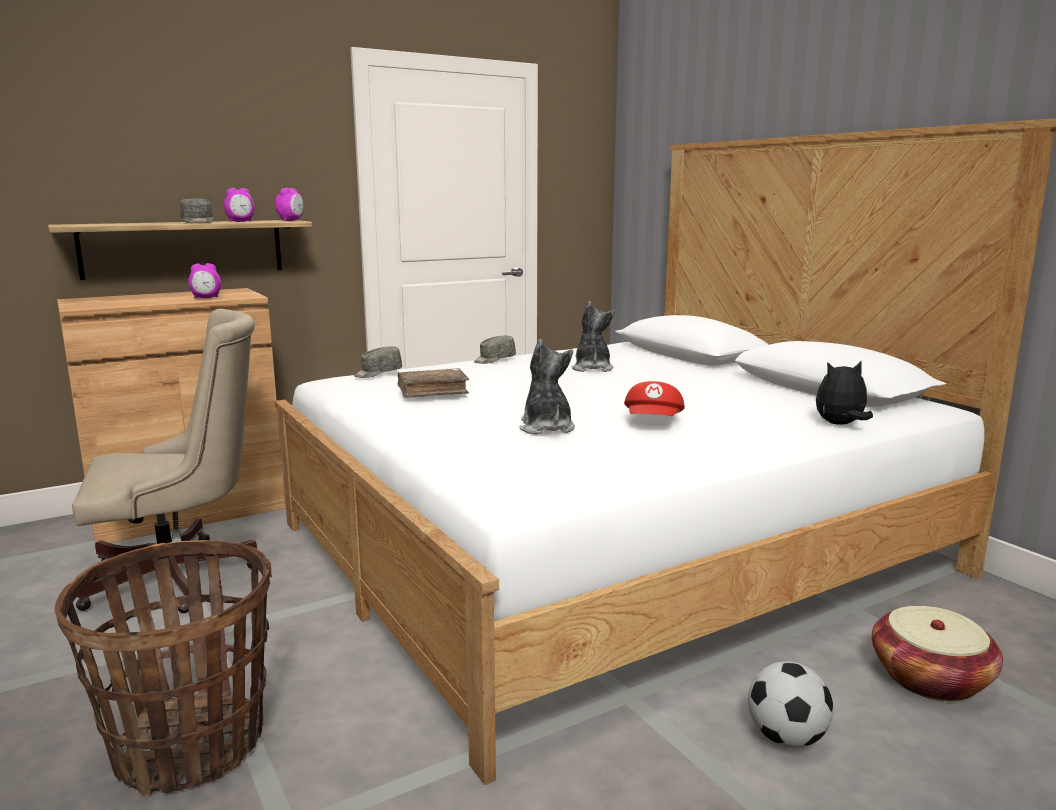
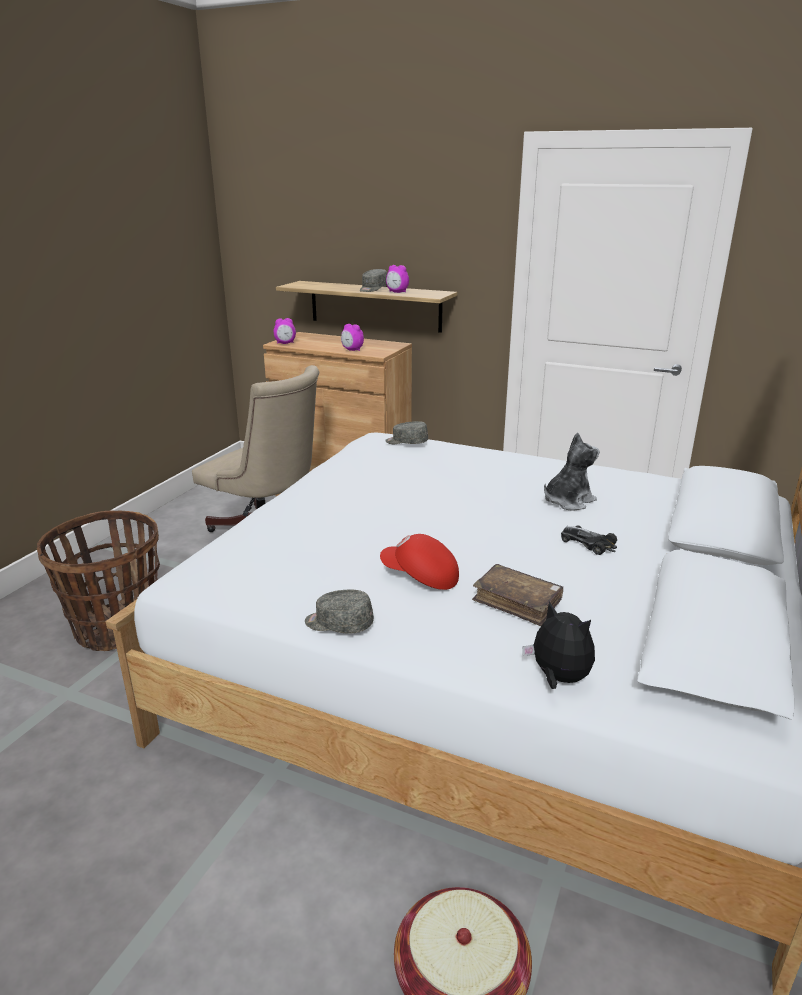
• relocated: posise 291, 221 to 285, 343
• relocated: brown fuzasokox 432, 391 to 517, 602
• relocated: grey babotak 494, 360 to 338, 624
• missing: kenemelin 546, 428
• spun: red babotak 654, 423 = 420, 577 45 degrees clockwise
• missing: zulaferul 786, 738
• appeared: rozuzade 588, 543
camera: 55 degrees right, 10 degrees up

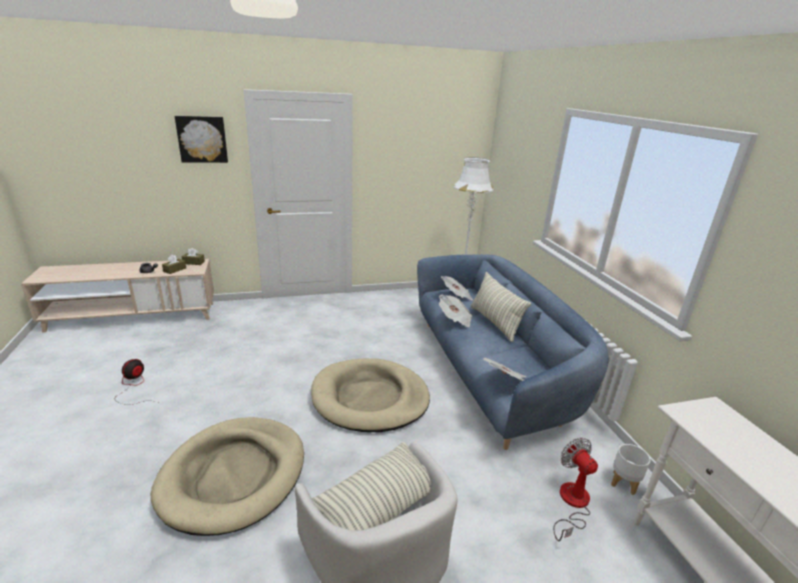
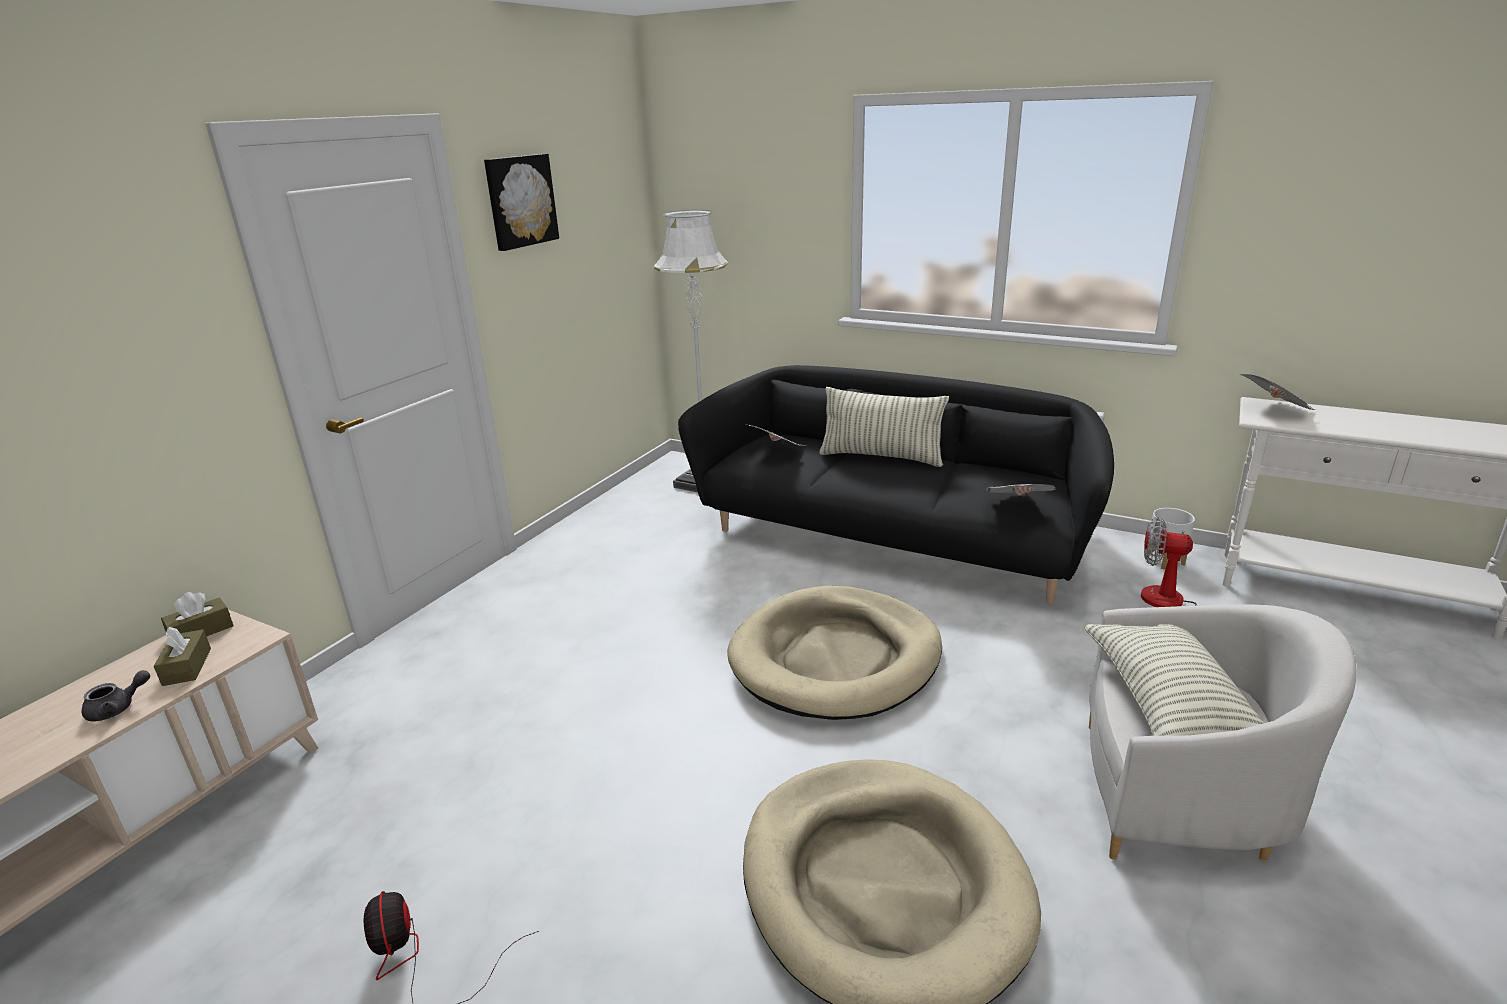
• relocated: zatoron 202, 139 to 520, 201
• colour: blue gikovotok 490, 372 to black gikovotok 892, 539
• relocated: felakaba 455, 319 to 1275, 410
camera: 45 degrees left, 0 degrees up

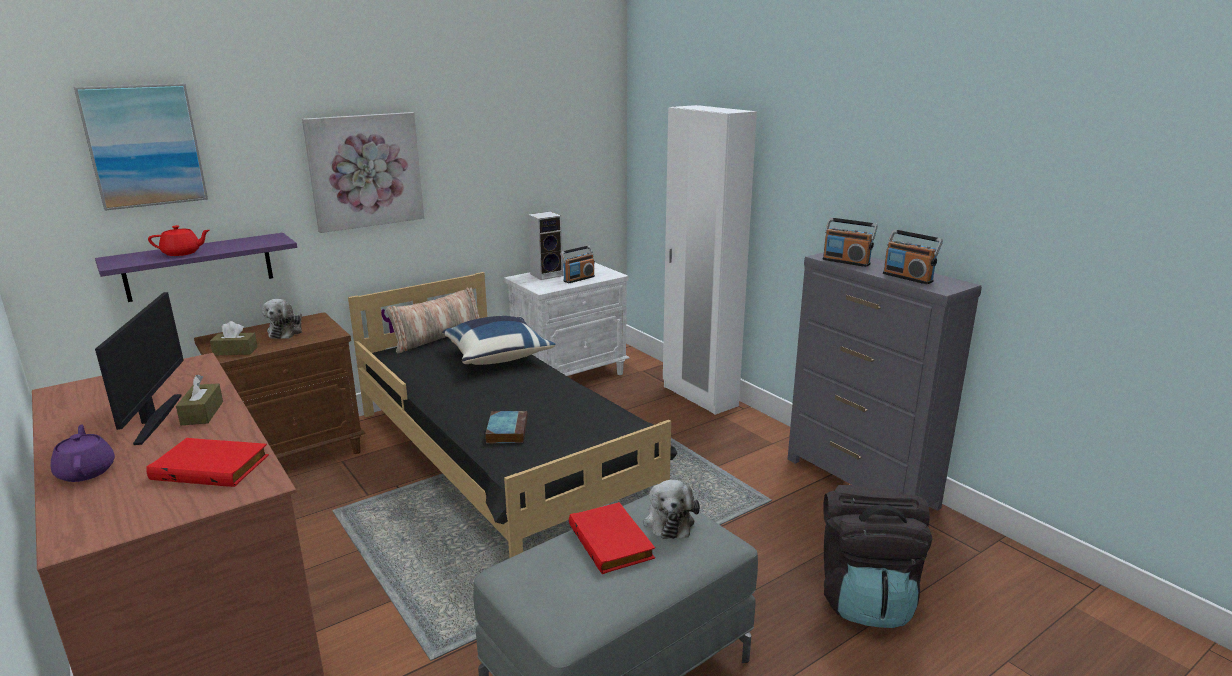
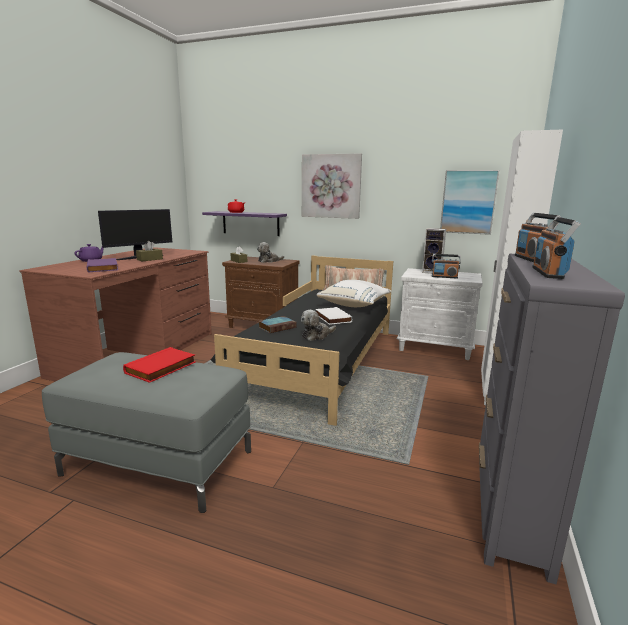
• relocated: zatoron 144, 145 to 468, 202
• colour: red fuzasokox 212, 466 to purple fuzasokox 104, 268
• colour: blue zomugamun 497, 356 to white zomugamun 355, 305
• relocated: kenemelin 669, 521 to 316, 335
• missing: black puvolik 865, 598
• appeared: white fuzasokox 332, 318
camera: 55 degrees right, 5 degrees down

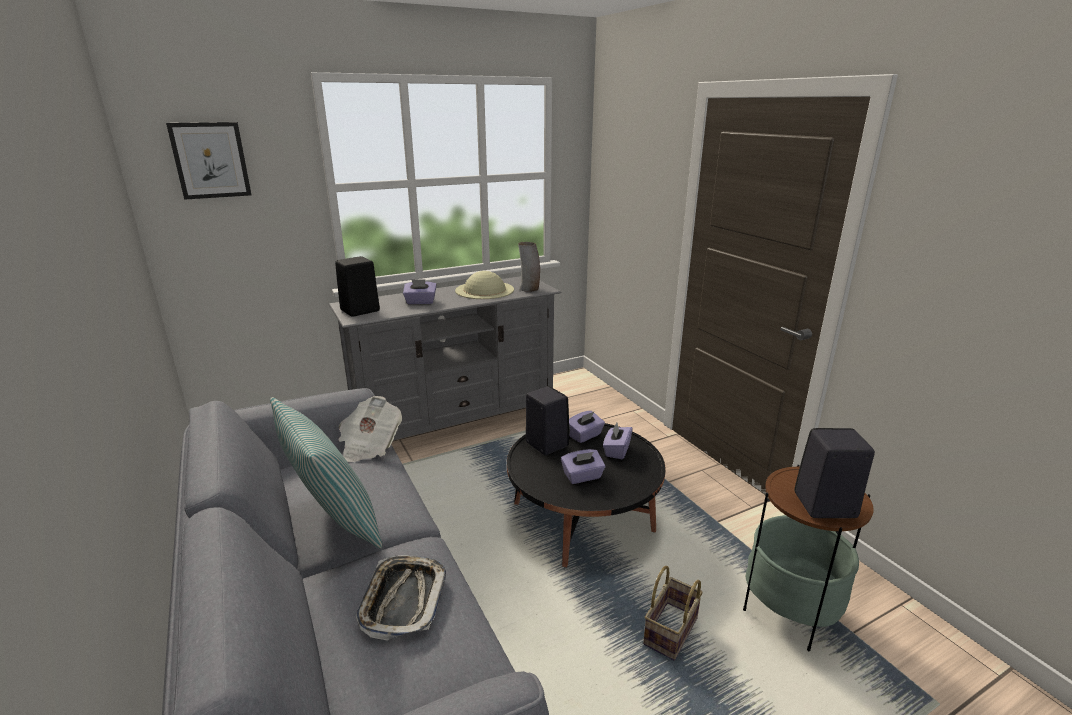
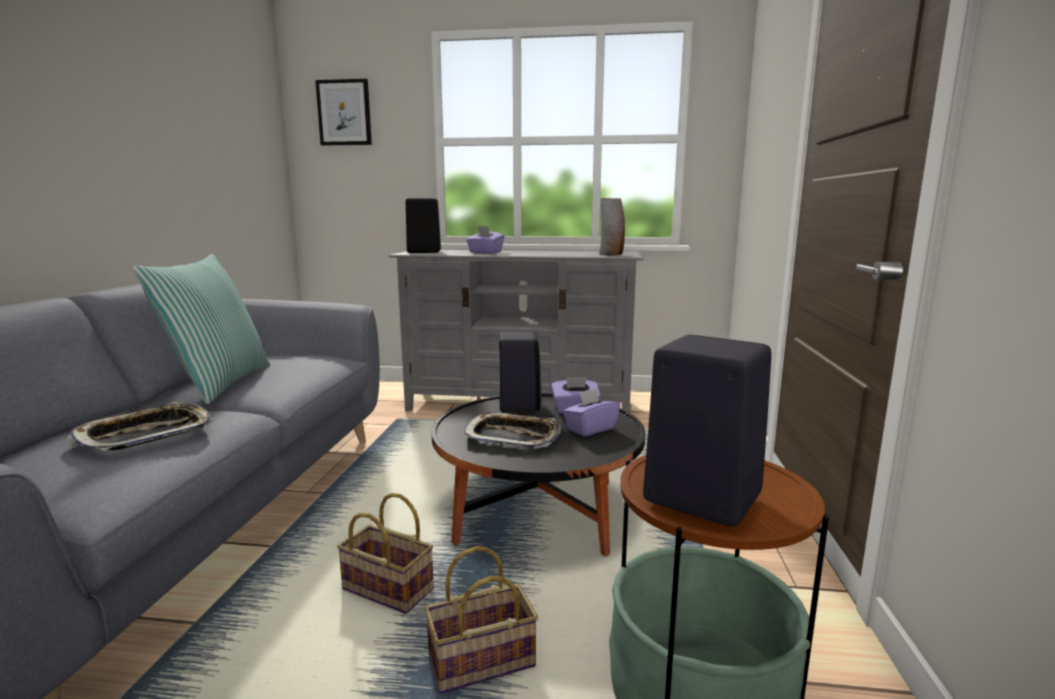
• missing: felakaba 369, 445
• missing: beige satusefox 484, 290
• exchanged: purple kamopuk 582, 476 to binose 512, 437
• appeared: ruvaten 385, 589
camera: 35 degrees right, 10 degrees down

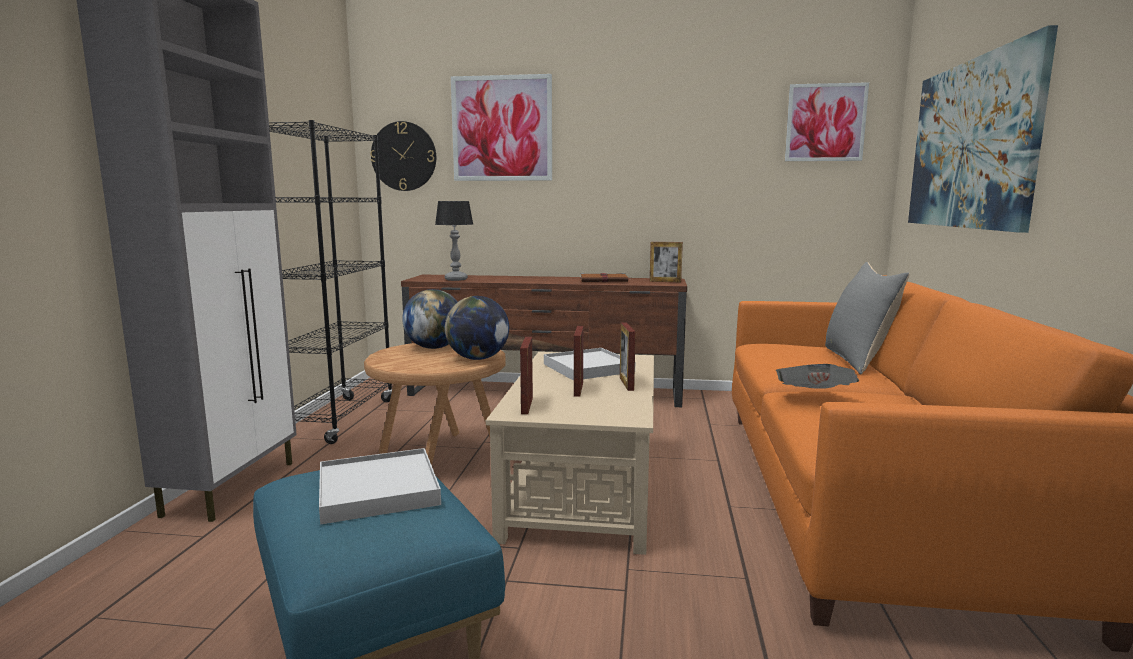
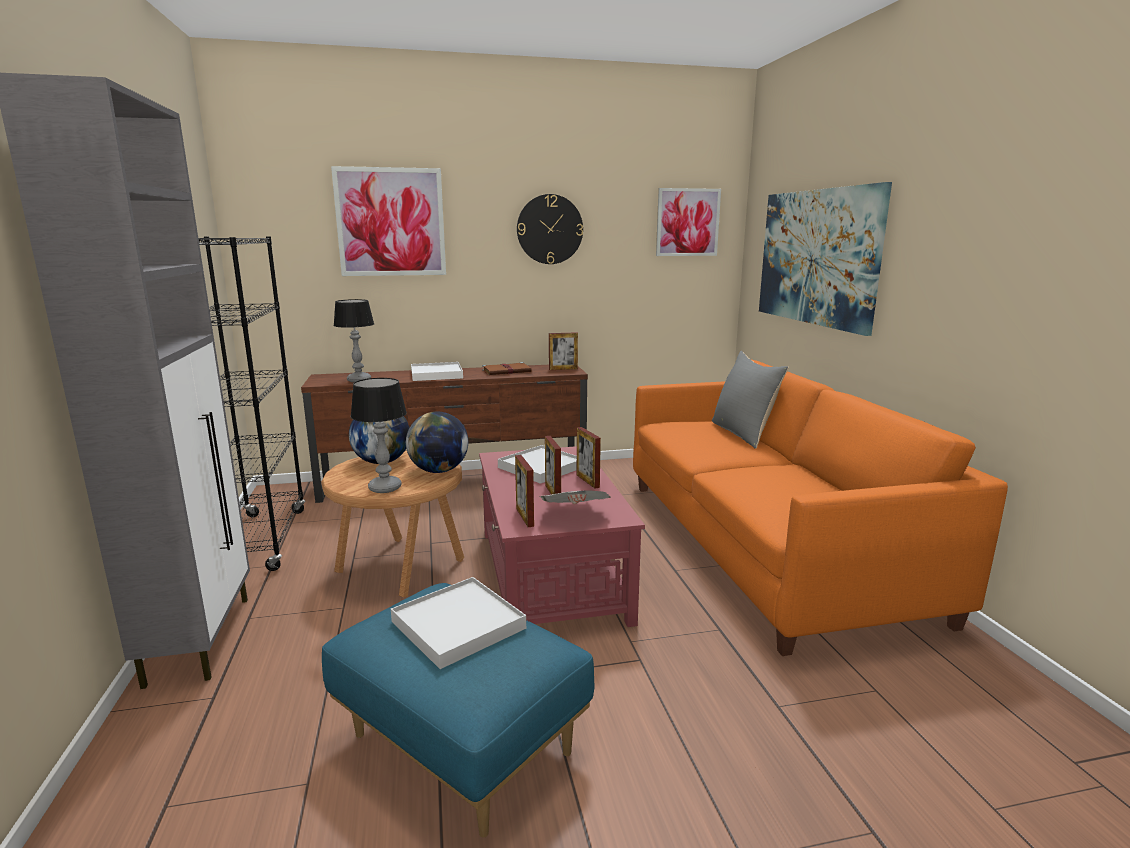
• relocated: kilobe 404, 156 to 549, 229
• colour: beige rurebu 582, 488 to red rurebu 550, 575
• relocated: felakaba 814, 398 to 575, 515
• appeared: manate 385, 488
• appeared: white binose 436, 374
camera: 20 degrees left, 5 degrees up

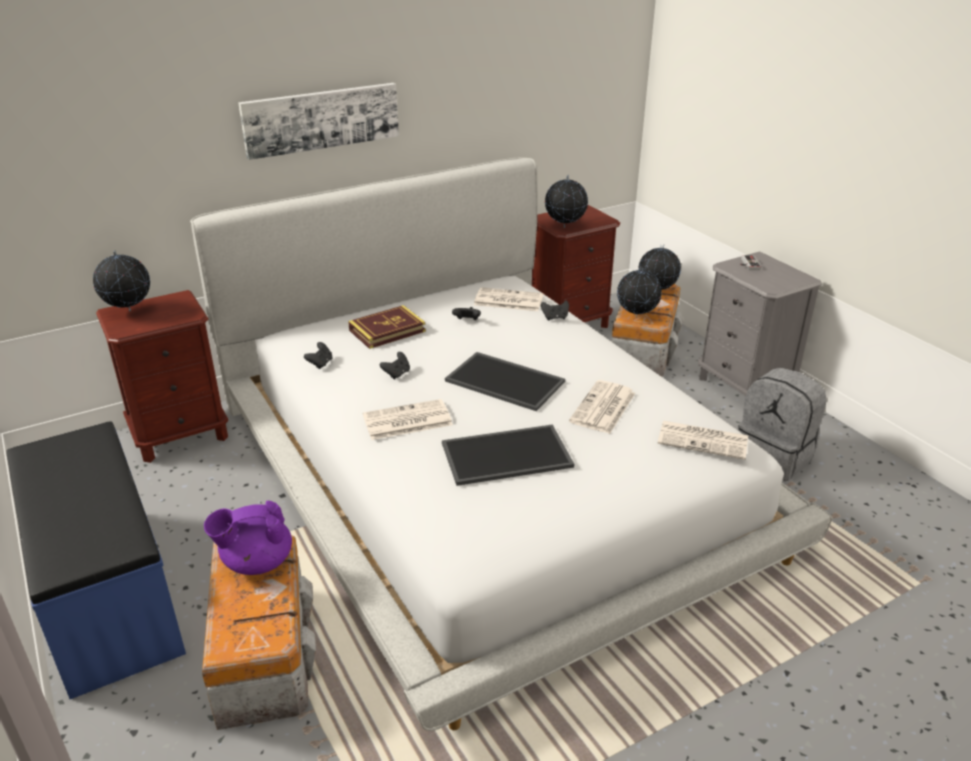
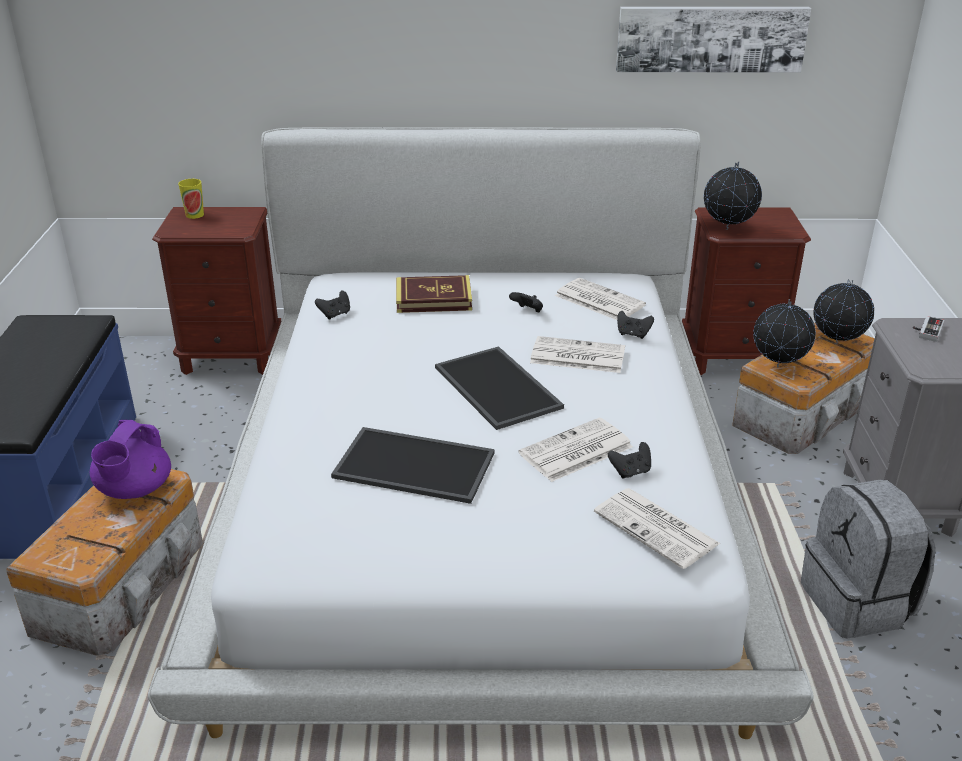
• exchanged: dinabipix 129, 311 to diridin 194, 215
• spun: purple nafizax 256, 562 = 134, 490 90 degrees counterclockwise
• relocated: zatoron 321, 119 to 710, 38
• relocated: felakaba 406, 421 to 576, 356
• relocated: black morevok 397, 374 to 630, 472
camera: 30 degrees right, 0 degrees up

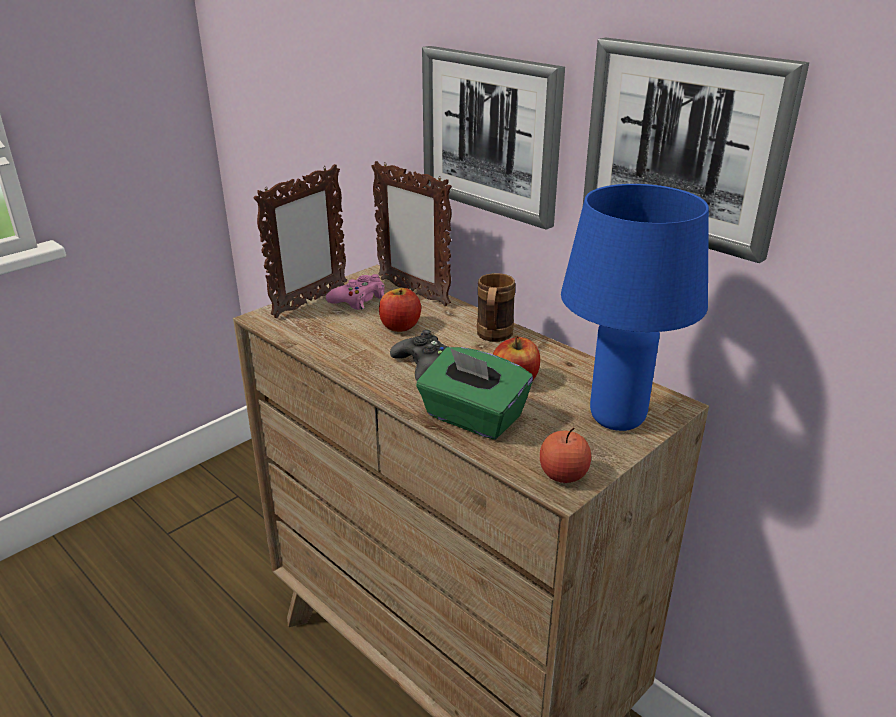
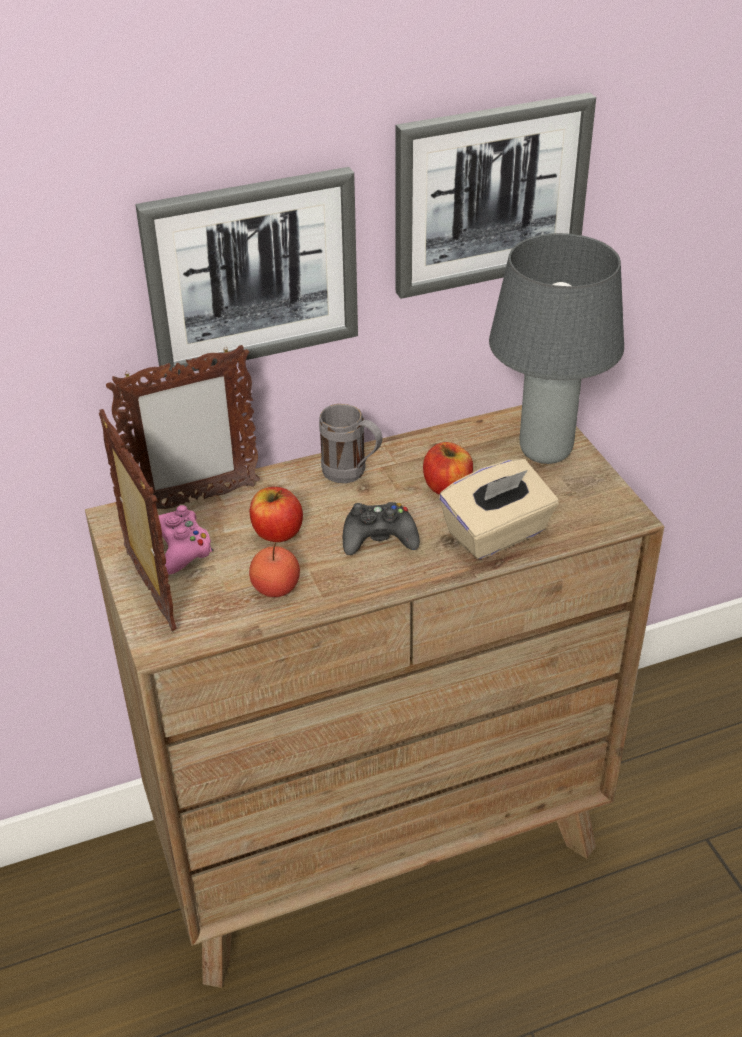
• colour: green kamopuk 472, 418 to beige kamopuk 497, 534
• colour: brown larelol 493, 337 to grey larelol 352, 474
• relocated: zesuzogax 563, 475 to 276, 588
• colour: blue manate 619, 418 to grey manate 545, 450
camera: 65 degrees left, 10 degrees up

